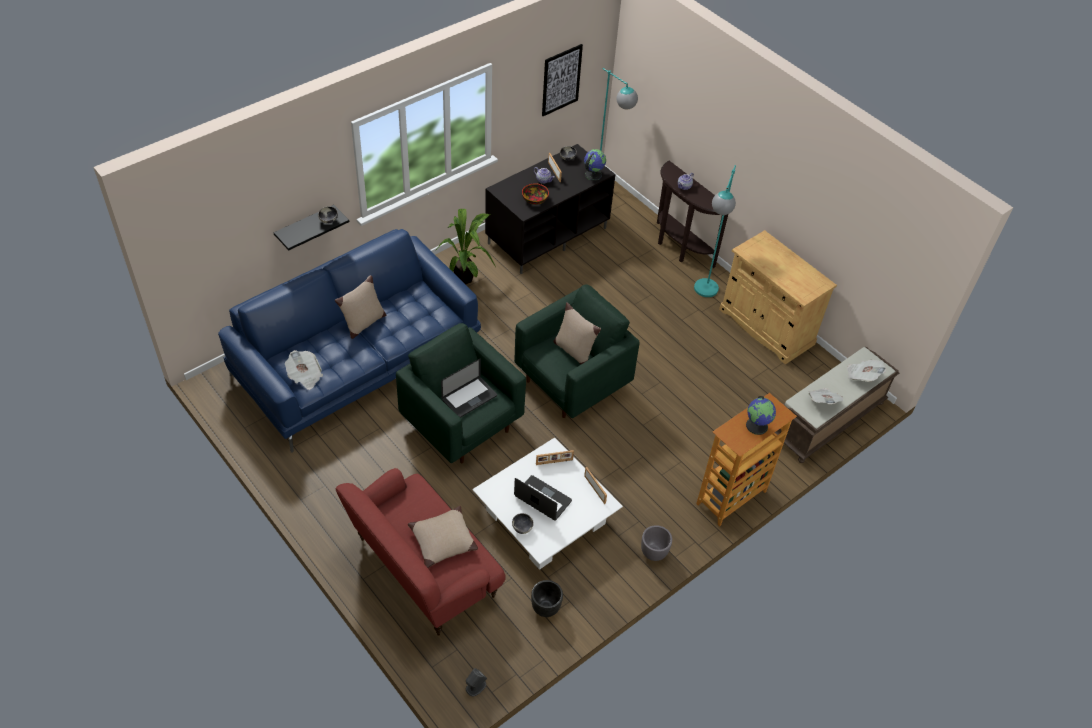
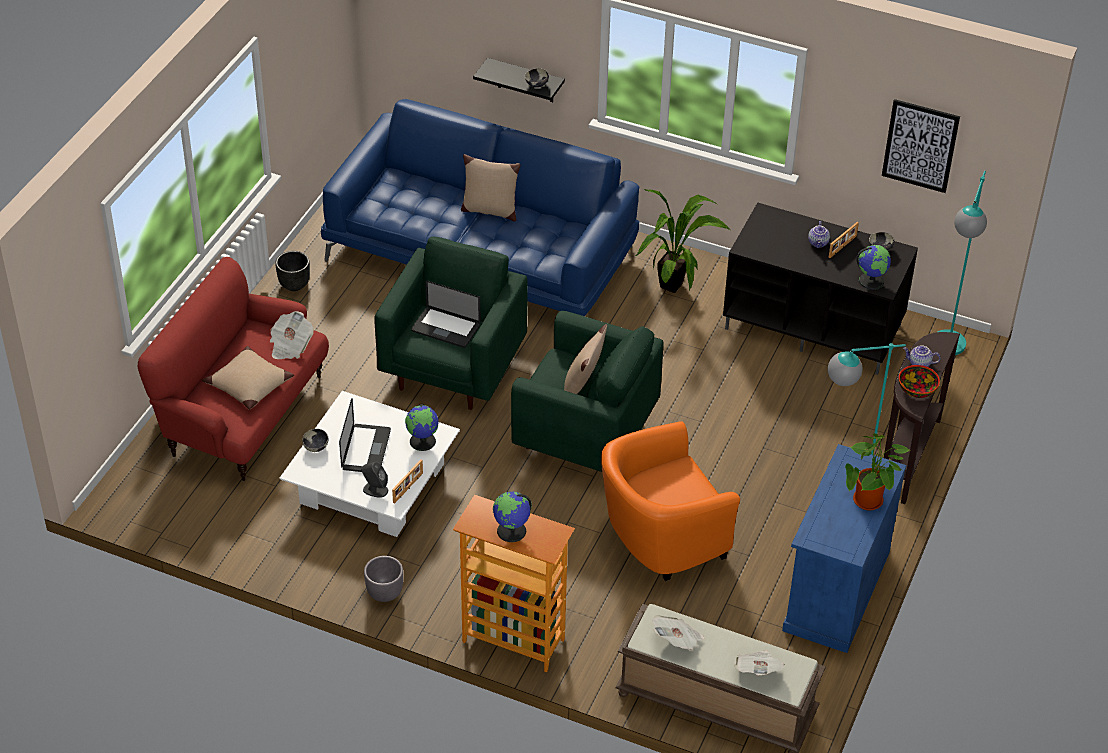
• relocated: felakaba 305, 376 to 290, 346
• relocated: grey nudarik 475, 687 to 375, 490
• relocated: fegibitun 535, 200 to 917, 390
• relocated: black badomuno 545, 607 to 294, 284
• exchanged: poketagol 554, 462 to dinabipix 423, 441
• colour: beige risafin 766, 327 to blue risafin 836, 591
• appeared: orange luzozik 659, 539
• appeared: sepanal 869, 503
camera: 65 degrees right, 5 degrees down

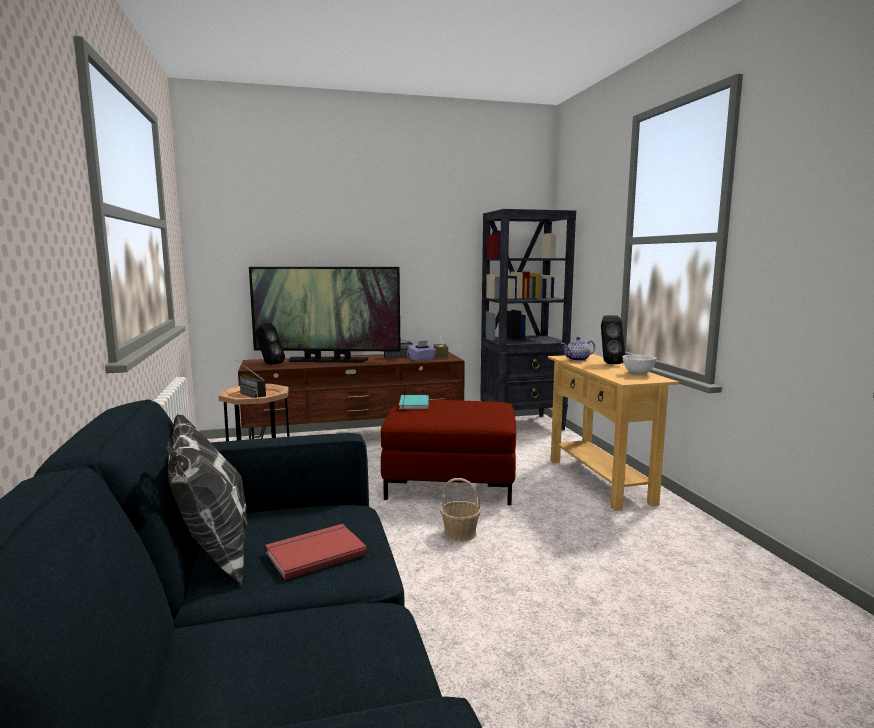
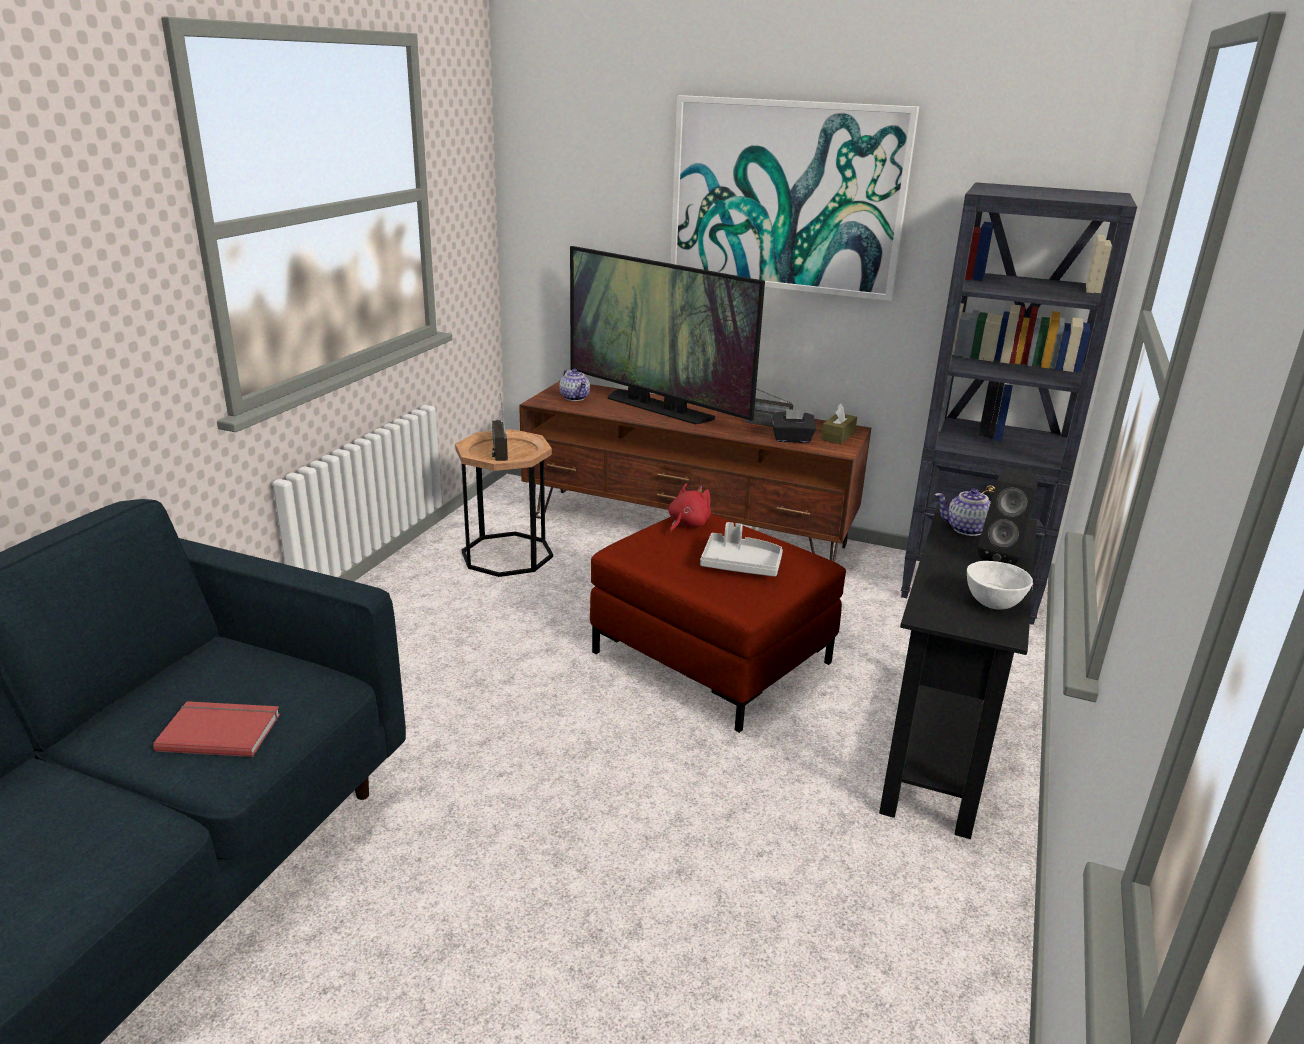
• missing: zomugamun 211, 557
• exchanged: black nudarik 269, 364 to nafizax 575, 398
• exchanged: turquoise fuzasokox 412, 404 to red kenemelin 687, 524
• colour: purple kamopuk 422, 359 to black kamopuk 791, 439
• missing: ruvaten 460, 533
• colour: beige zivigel 599, 481 to black zivigel 939, 749
• appeared: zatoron 786, 197
• appeared: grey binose 740, 565
camera: 35 degrees right, 15 degrees up

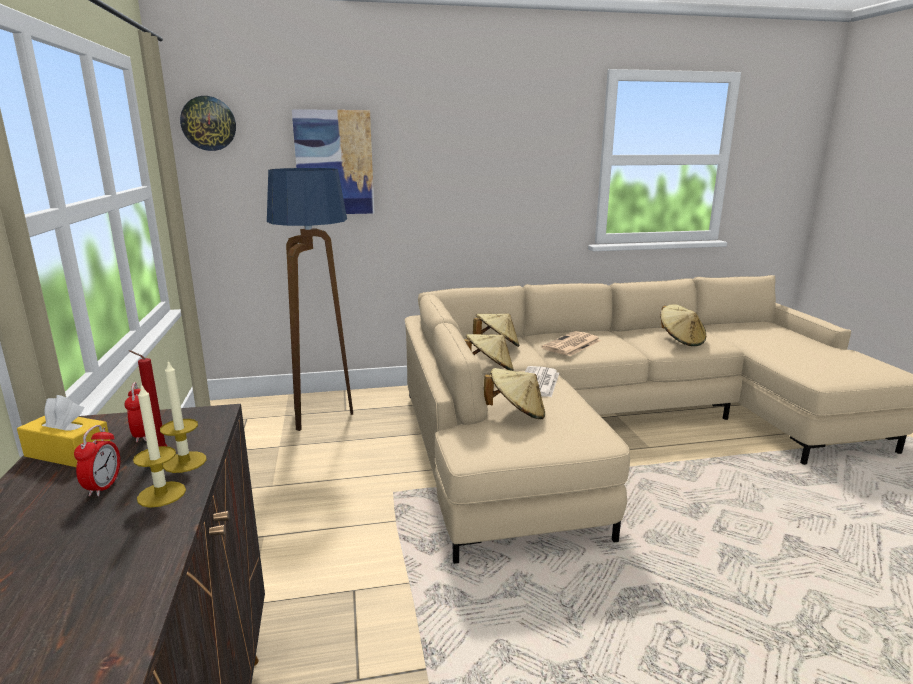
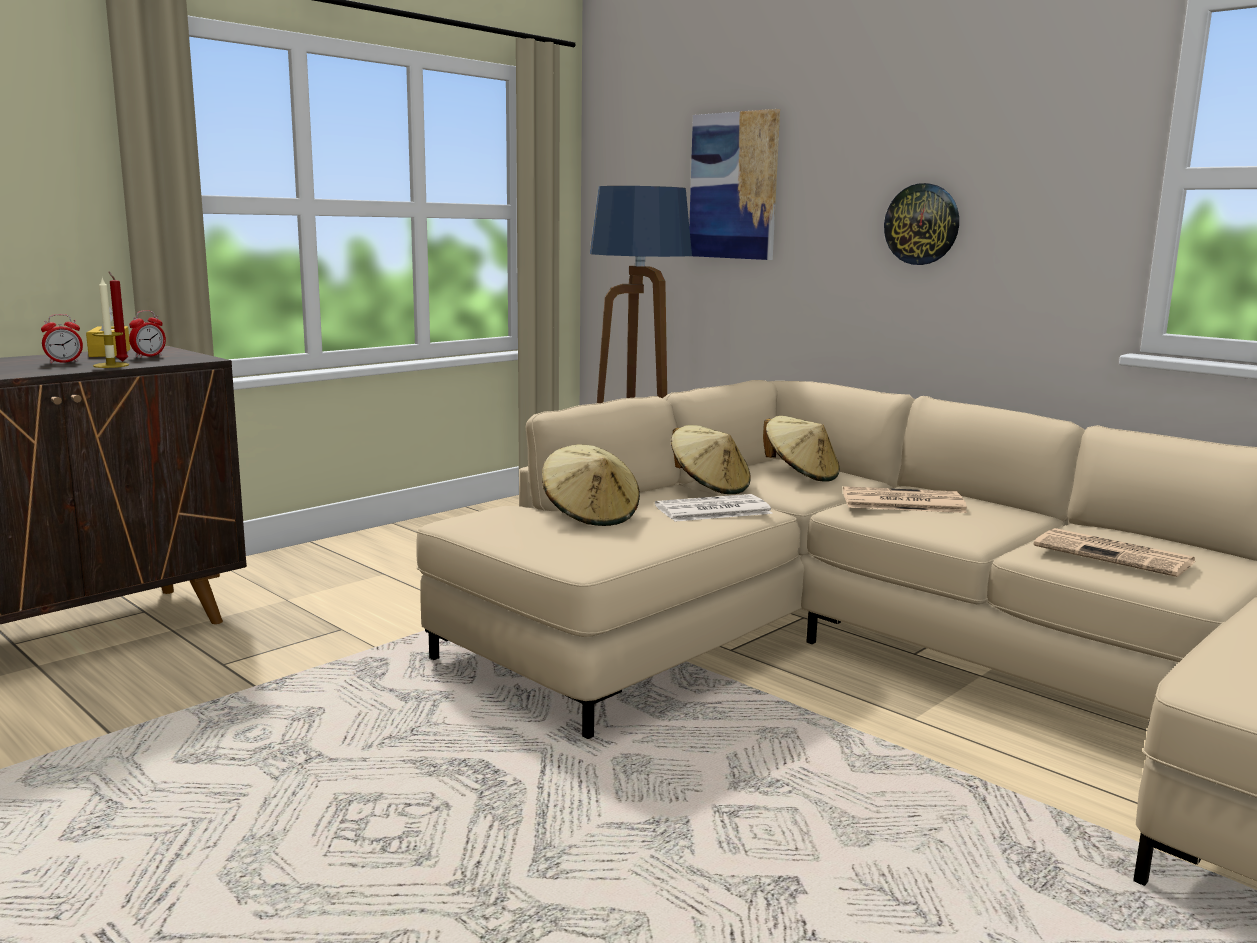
• missing: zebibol 161, 494
• relocated: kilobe 208, 123 to 922, 224
• exchanged: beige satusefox 681, 340 to felakaba 1115, 555
camera: 55 degrees right, 5 degrees down

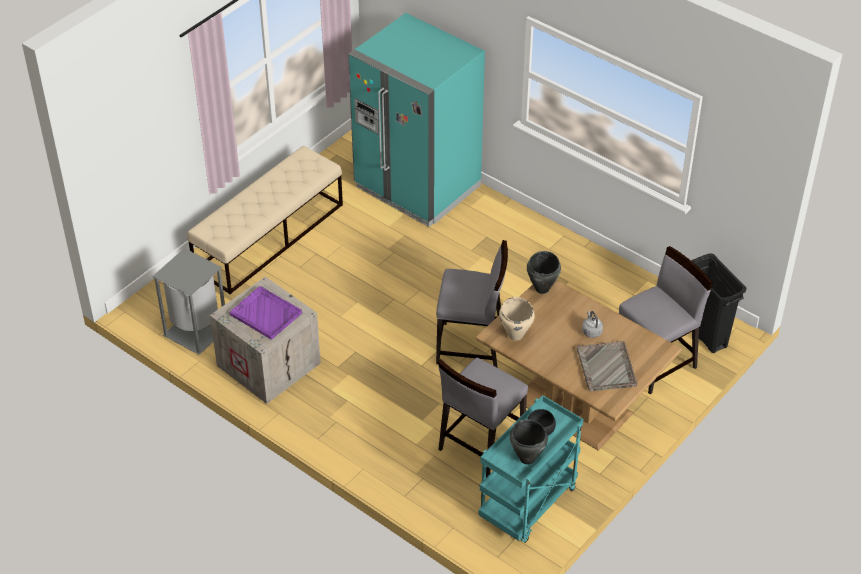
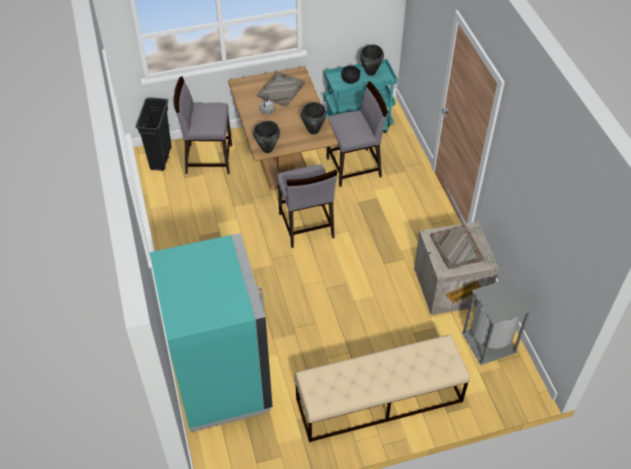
• colour: purple binose 265, 313 to grey binose 456, 248
• spun: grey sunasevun 471, 346 = 306, 226 150 degrees counterclockwise
• colour: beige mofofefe 516, 335 to black mofofefe 313, 131
camera: 145 degrees left, 5 degrees up

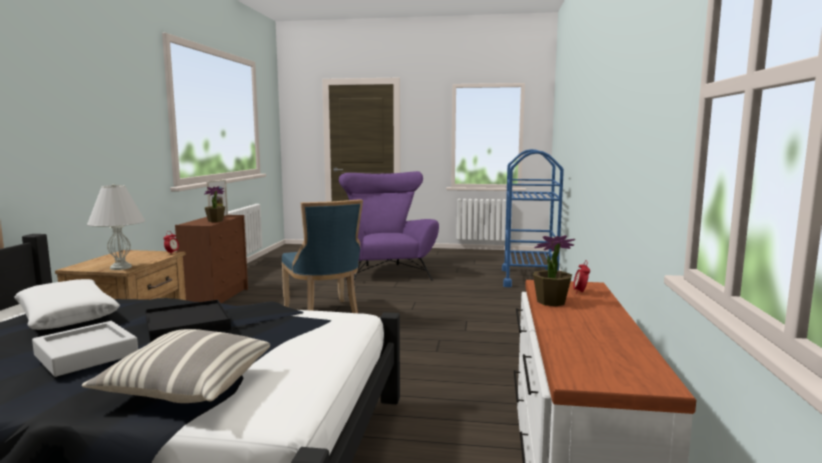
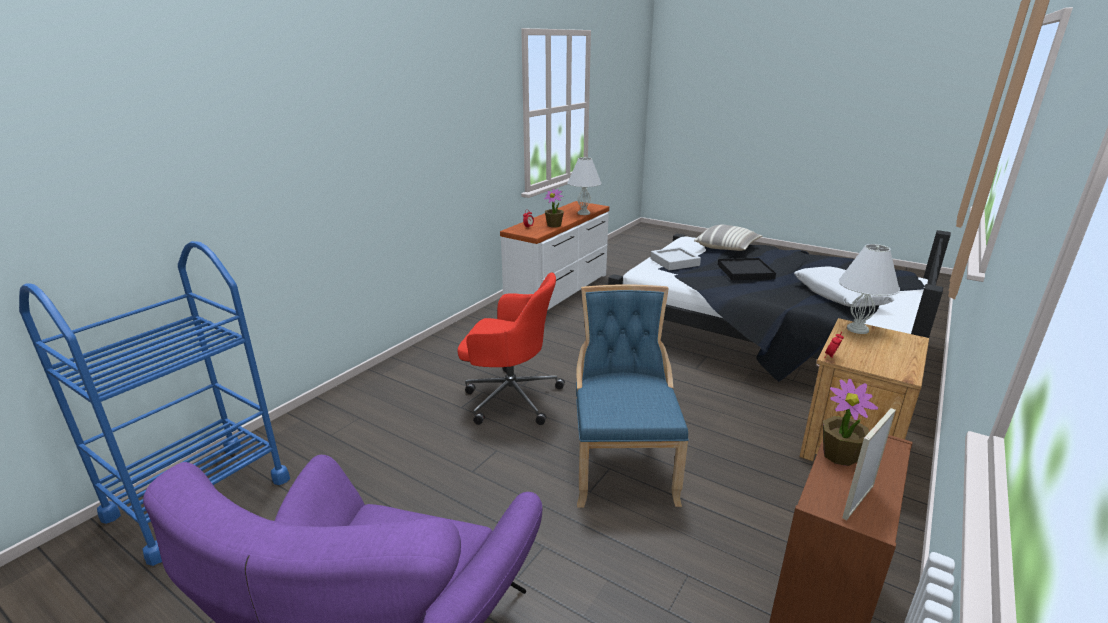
• relocated: grey binose 86, 355 to 674, 262
• appeared: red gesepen 510, 397
• appeared: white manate 583, 213
camera: 155 degrees left, 15 degrees up

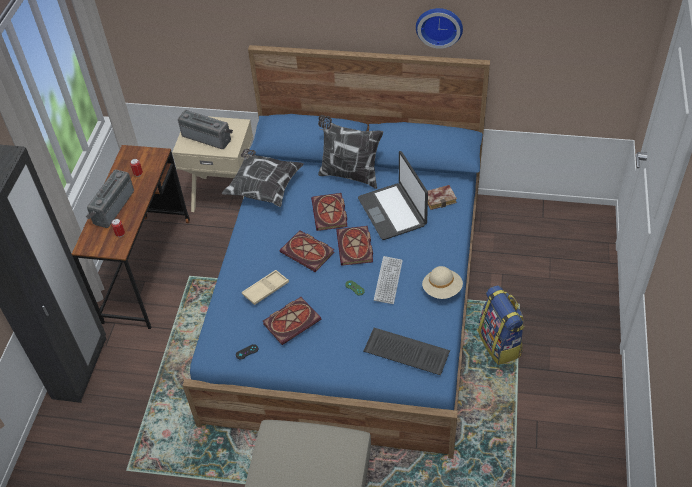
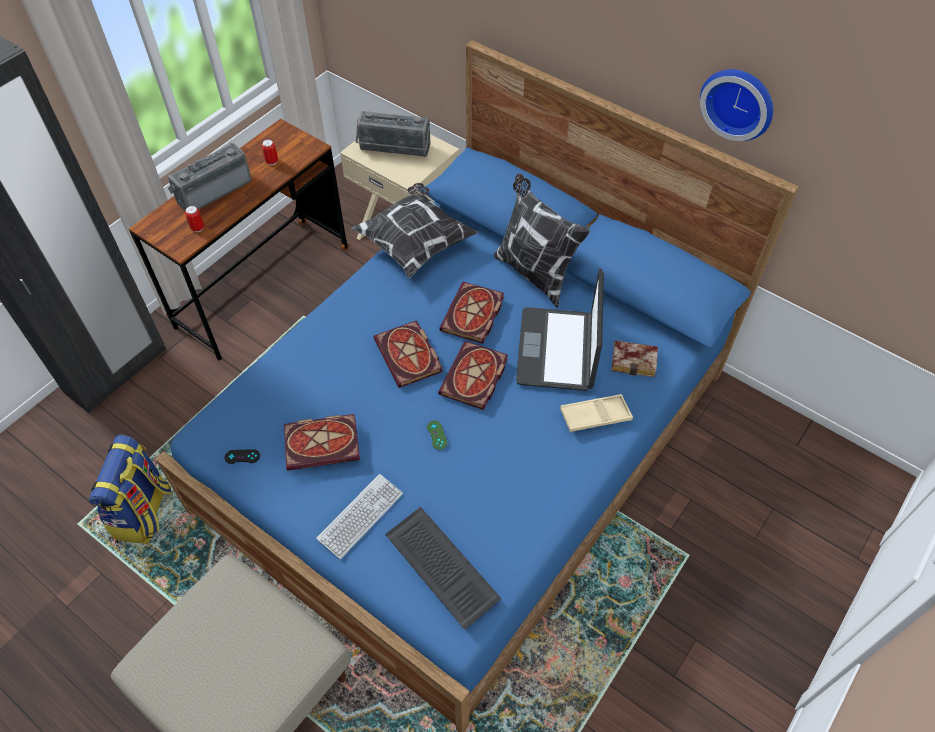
• spun: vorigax 208, 137 = 394, 150 135 degrees clockwise
• relocated: beige binose 265, 289 to 595, 416
• relocated: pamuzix 388, 280 to 360, 516
• missing: beige satusefox 442, 289
• relocated: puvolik 500, 344 to 144, 513
camera: 25 degrees right, 5 degrees up

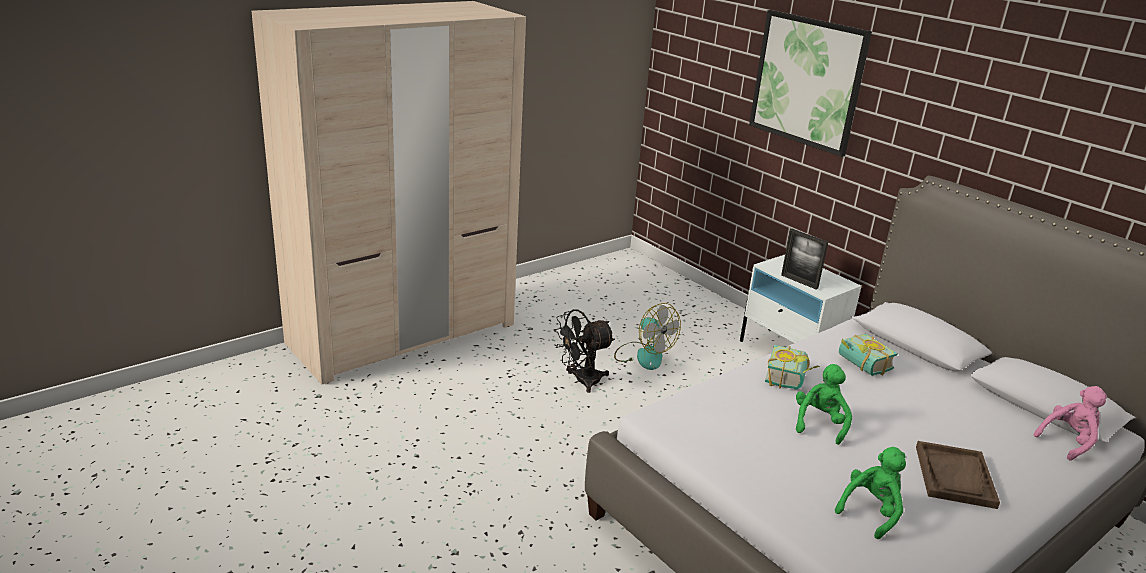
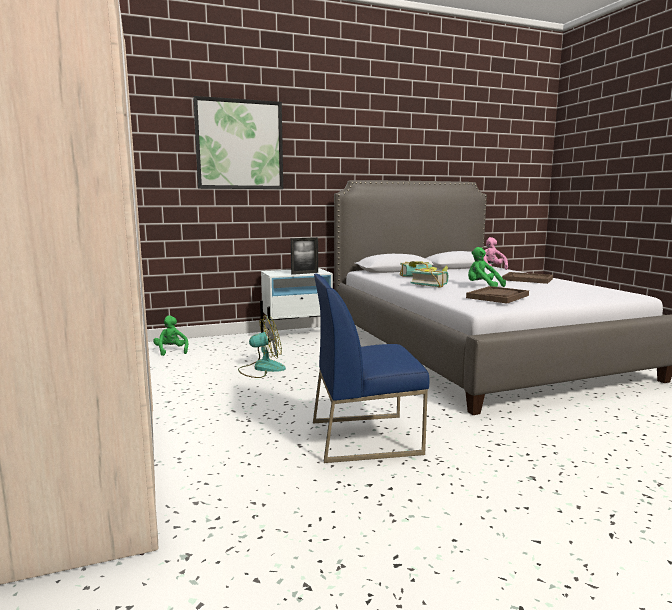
• missing: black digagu 581, 381
• relocated: green kenemelin 871, 511 to 171, 351
• appeared: blue sunasevun 366, 437
• appeared: brown binose 497, 296
camera: 70 degrees left, 15 degrees down

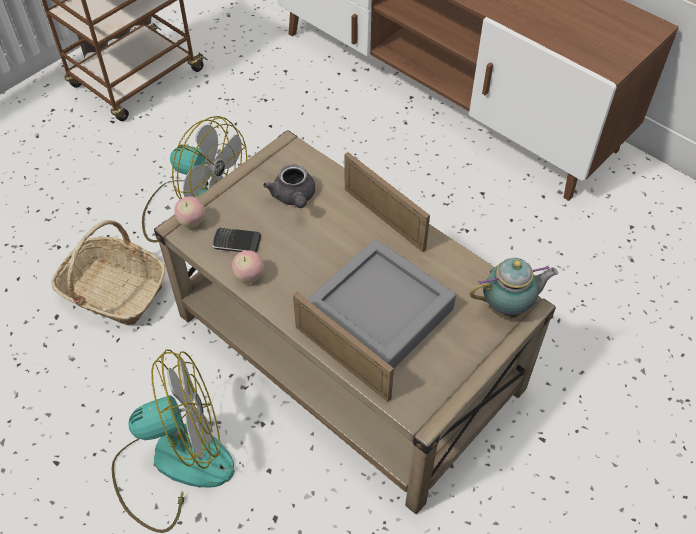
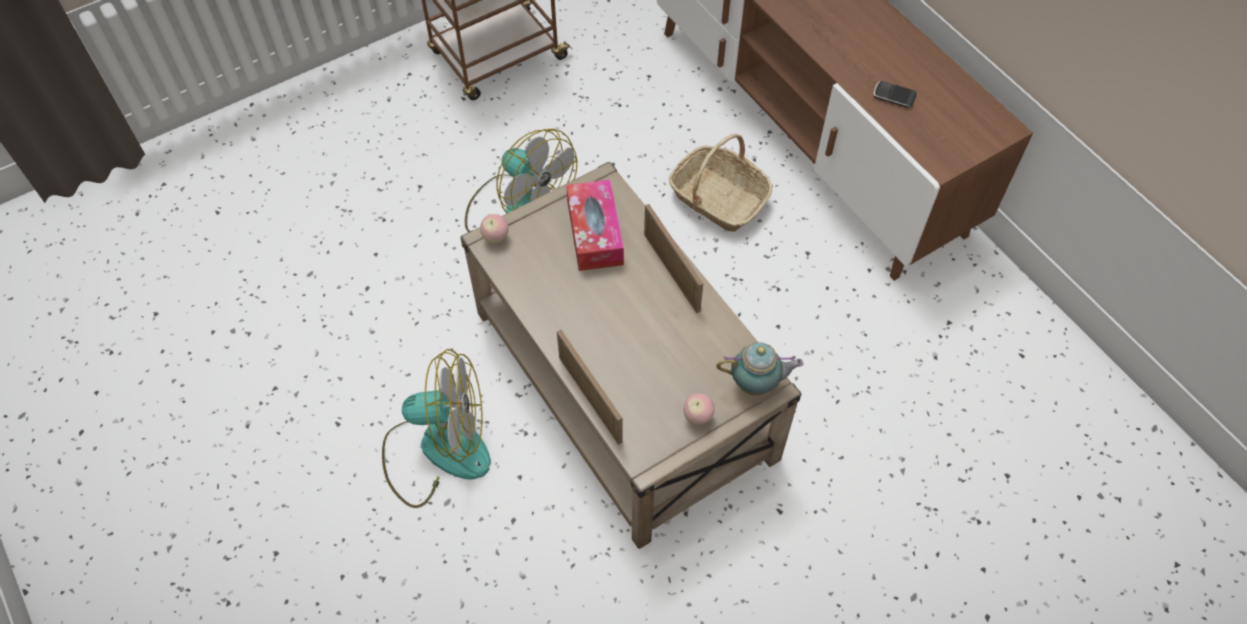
• relocated: ruvaten 113, 291 to 718, 198
• relocated: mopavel 236, 242 to 894, 96
• relocated: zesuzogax 249, 277 to 697, 416
• exchanged: grey nafizax 294, 198 to kamopuk 595, 233
• missing: grey binose 380, 312
camera: 15 degrees right, 5 degrees up

